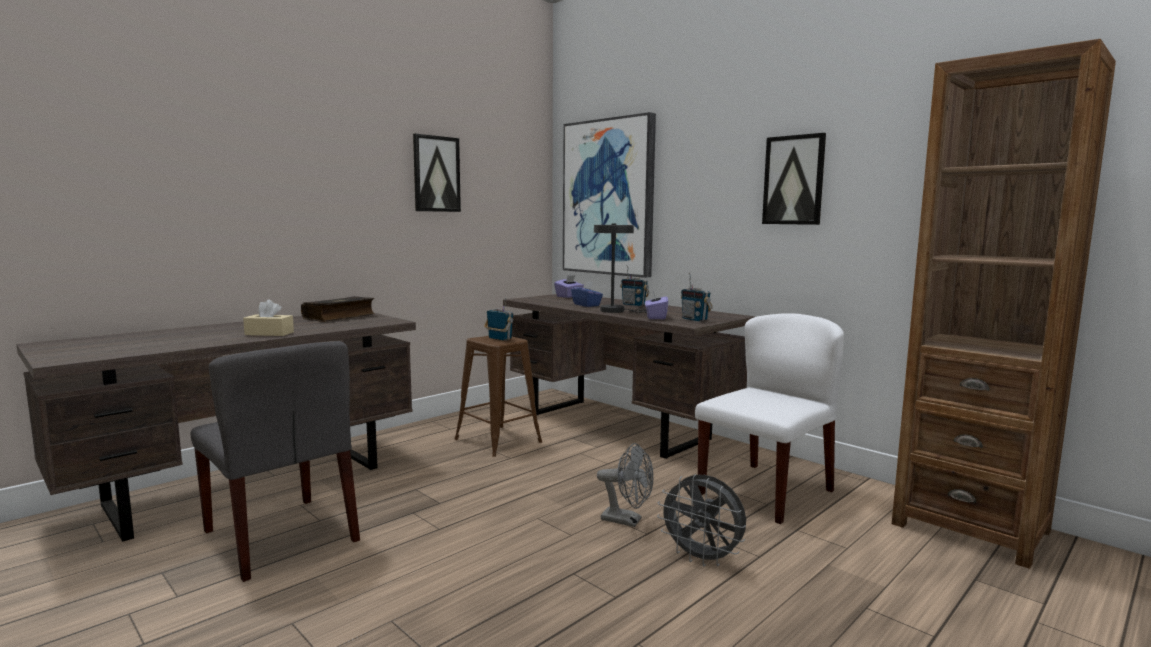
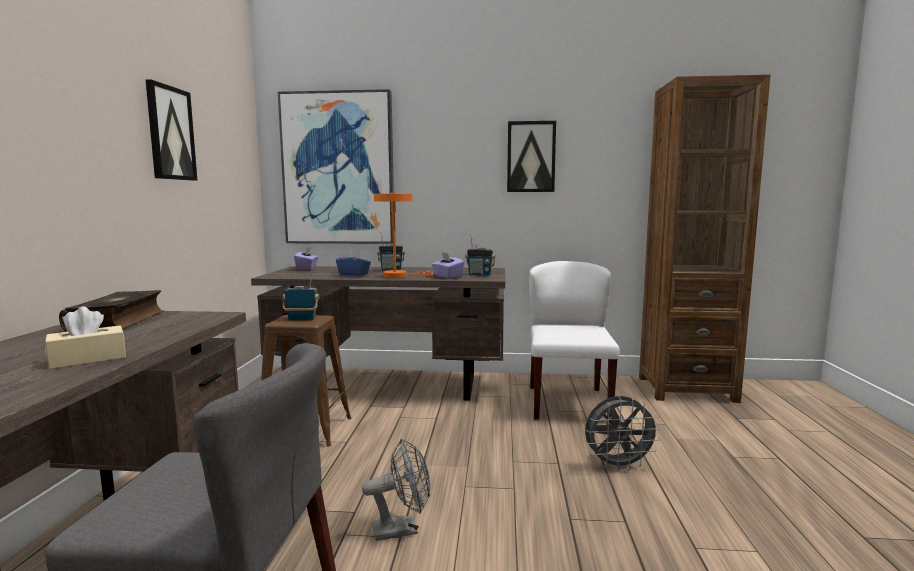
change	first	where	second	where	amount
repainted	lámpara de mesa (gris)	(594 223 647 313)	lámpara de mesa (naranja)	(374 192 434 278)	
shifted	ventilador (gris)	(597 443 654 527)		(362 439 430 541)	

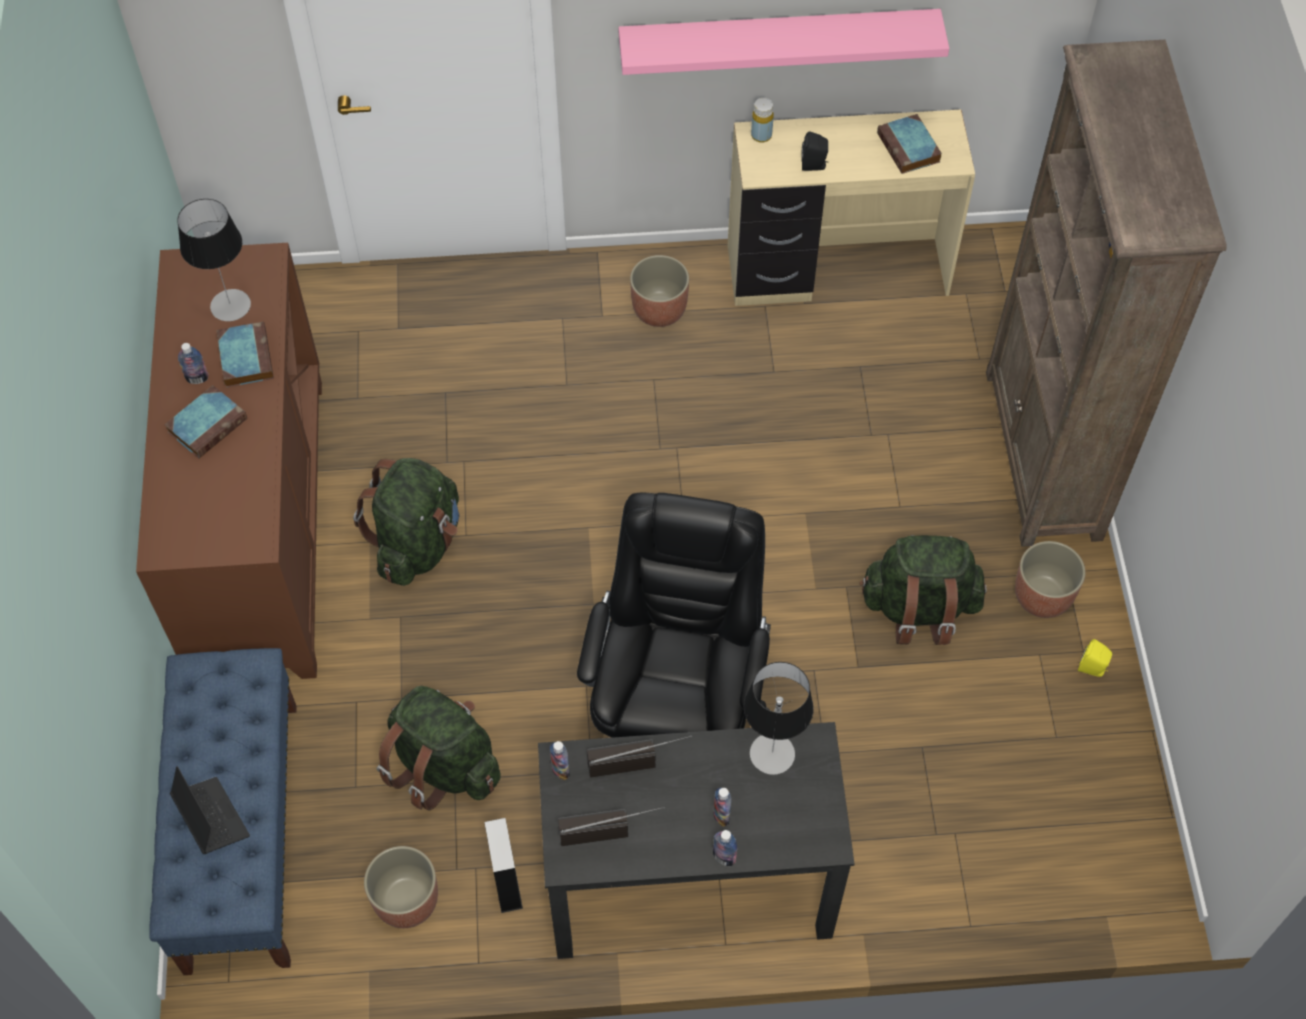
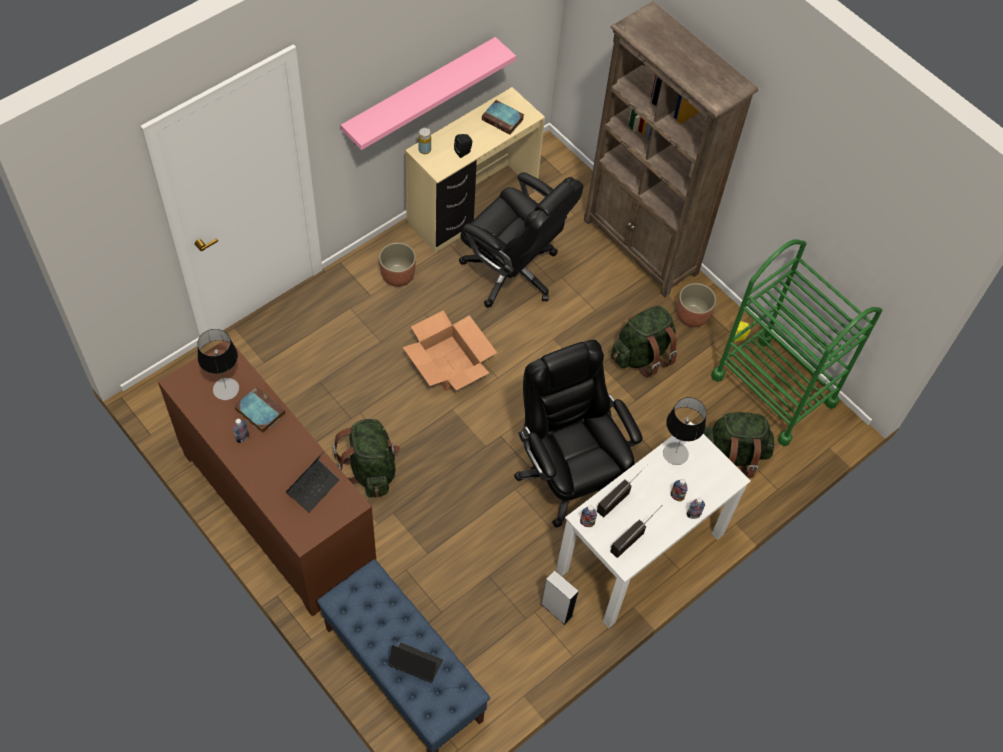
change	first	where	second	where	amount
gone	libro	(164 385 247 459)			
gone	maceta	(364 846 438 928)			
shifted	mochila (verde)	(377 686 501 811)		(703 412 775 478)	
repainted	escritorio (negro)	(538 722 855 959)	escritorio (blanco)	(556 422 751 628)	
new			portátil	(286 452 340 513)	
new			caja de cartón	(403 310 497 391)	
new			silla de oficina (negro)	(459 172 584 308)	
new			carrito (verde)	(711 239 882 446)	

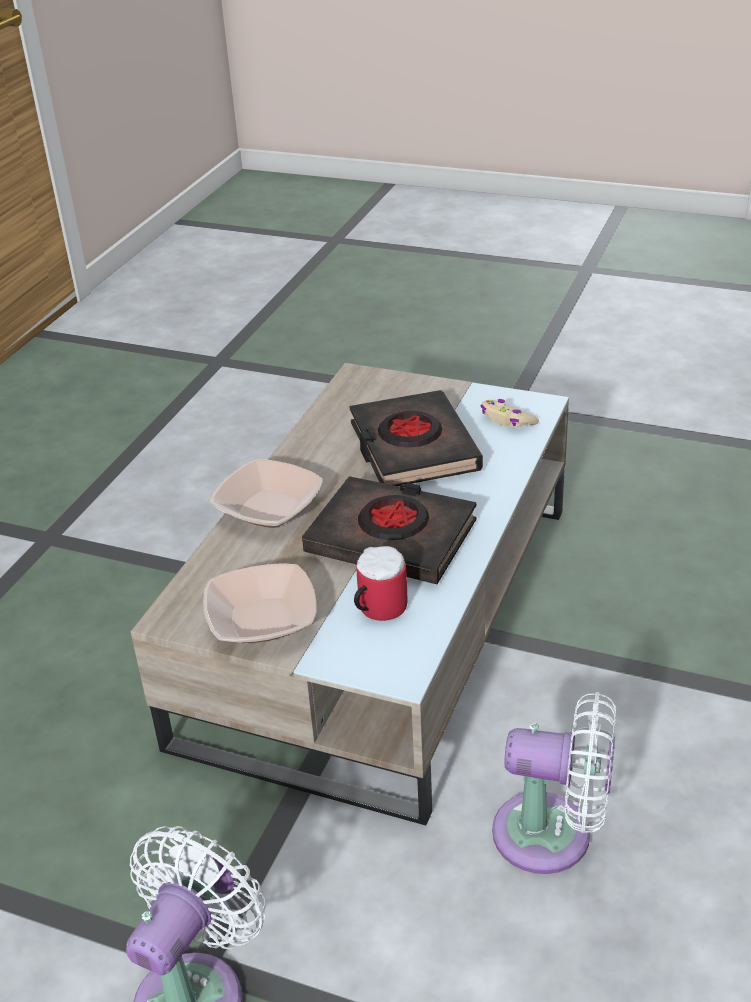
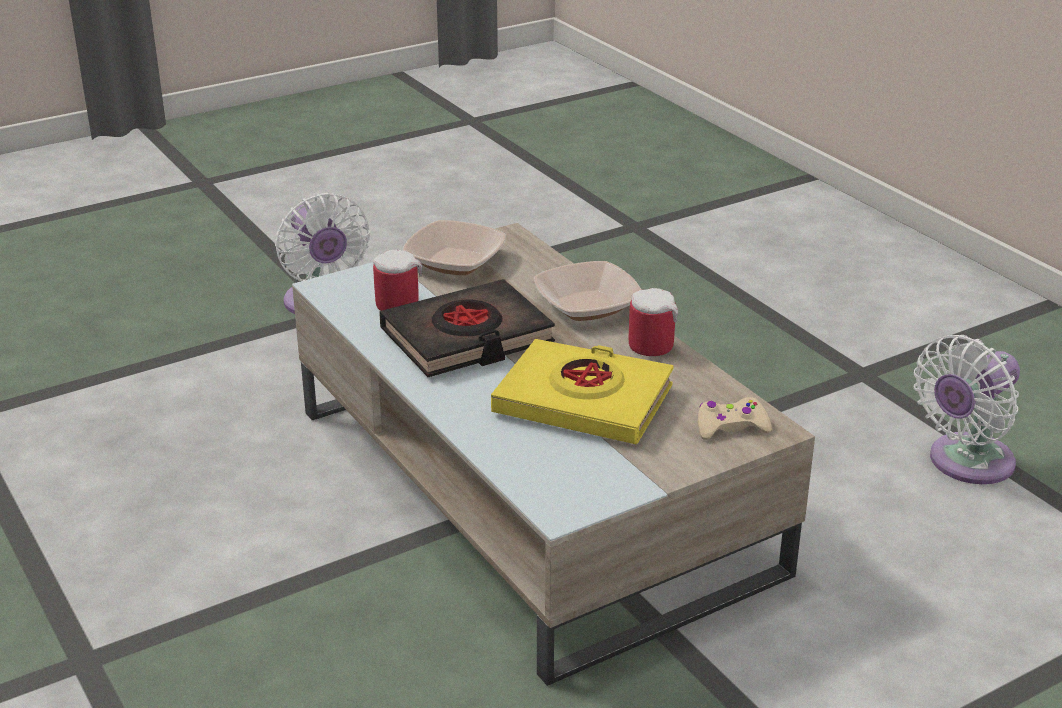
change	first	where	second	where	amount
repainted	libro (negro)	(350 390 483 486)	libro (amarillo)	(491 339 674 445)	
shifted	mando de consola (beis)	(481 399 539 427)		(698 397 772 440)	
shifted	ventilador (blanco)	(492 692 616 874)		(914 335 1020 484)	
new			taza grande	(629 288 678 356)	

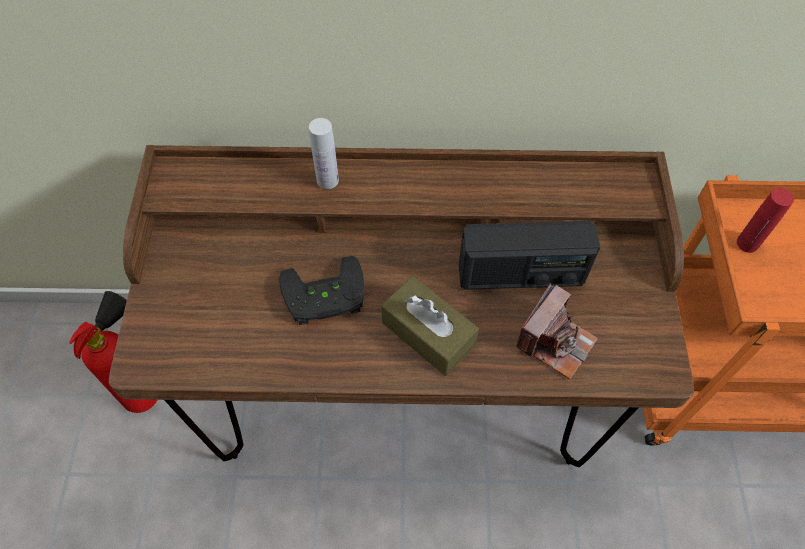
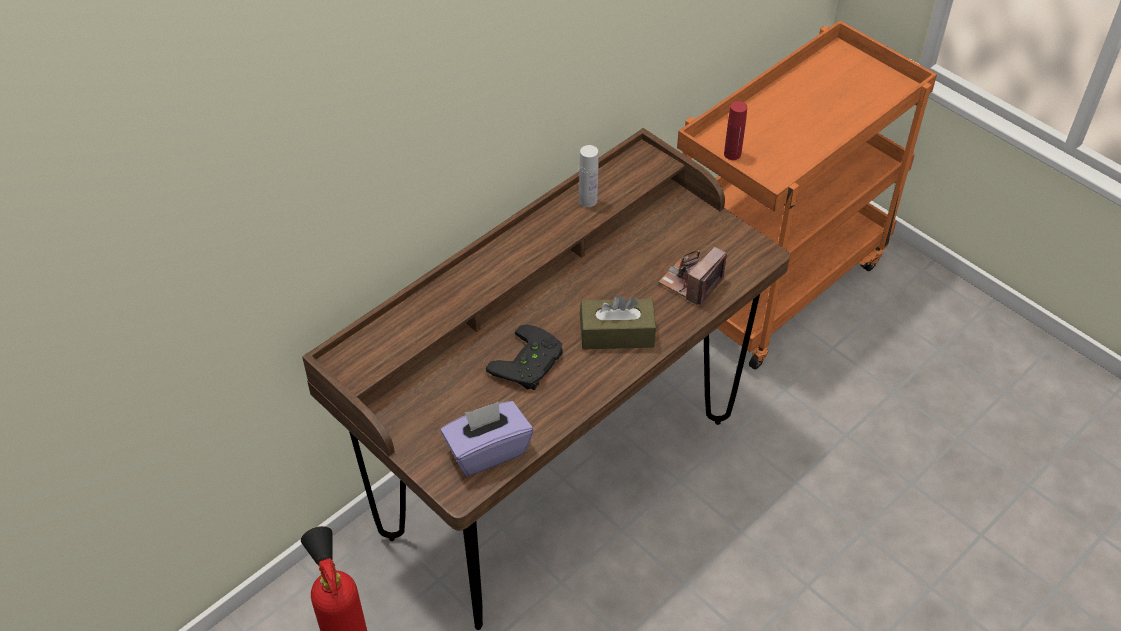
change	first	where	second	where	amount
shifted	botella (blanco)	(309 118 339 189)		(579 145 598 207)	
gone	radio	(459 221 600 290)			
rotated	cámara	(516 283 598 379)		(658 247 727 306)	135 degrees counterclockwise
new			caja de pañuelos (morado)	(440 401 533 476)	

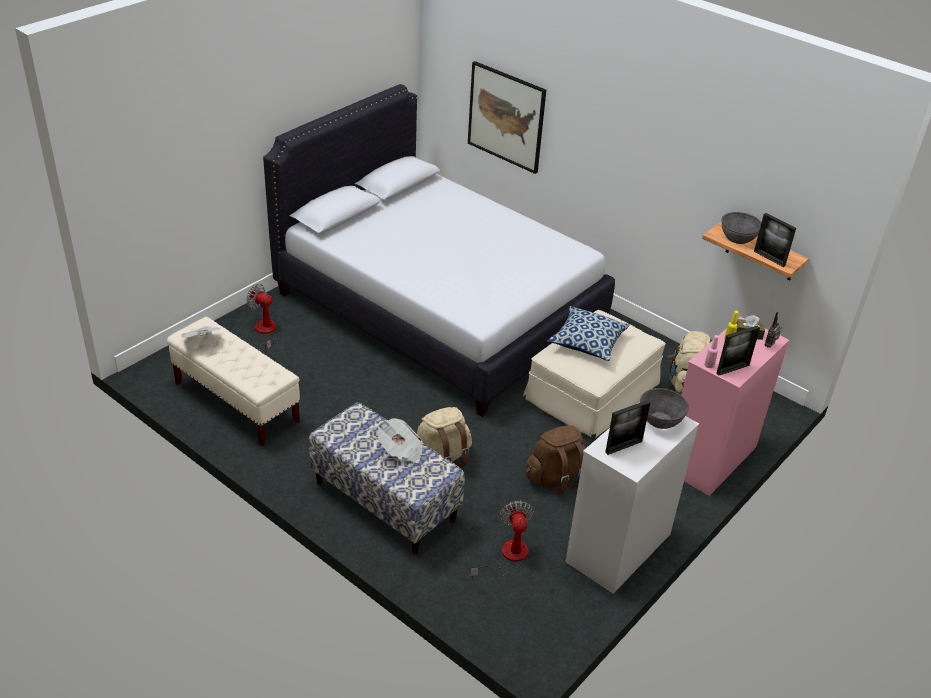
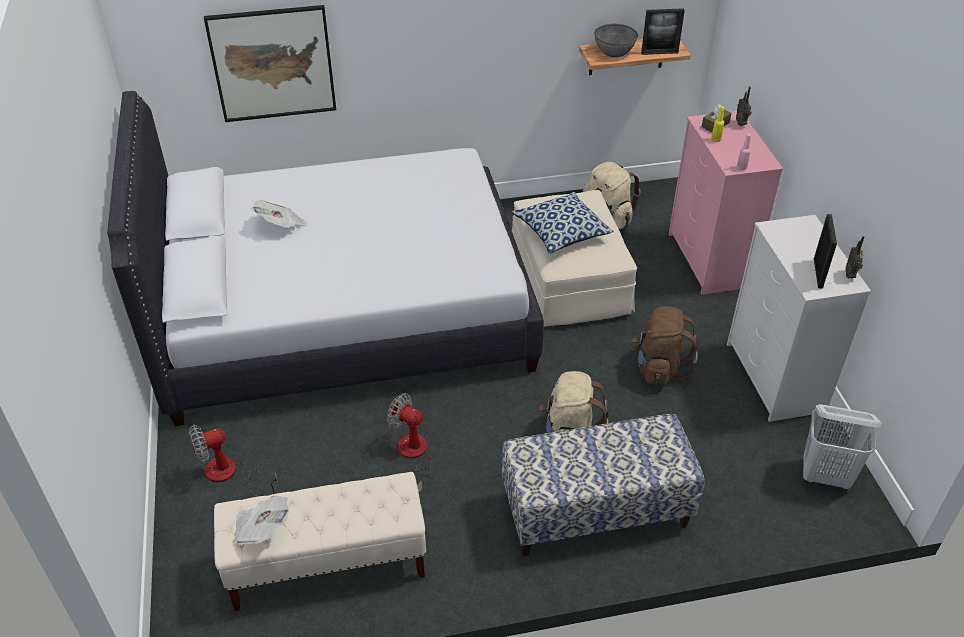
change	first	where	second	where	amount
shifted	periódico	(378 418 423 463)		(251 200 307 228)	
shifted	ventilador	(470 501 534 579)		(387 393 431 492)	
gone	cuenco (gris)	(640 388 689 429)			
gone	portarretratos	(716 325 760 375)			
new			cesto de la ropa (blanco)	(803 404 882 489)	
new			radio	(846 236 864 279)	

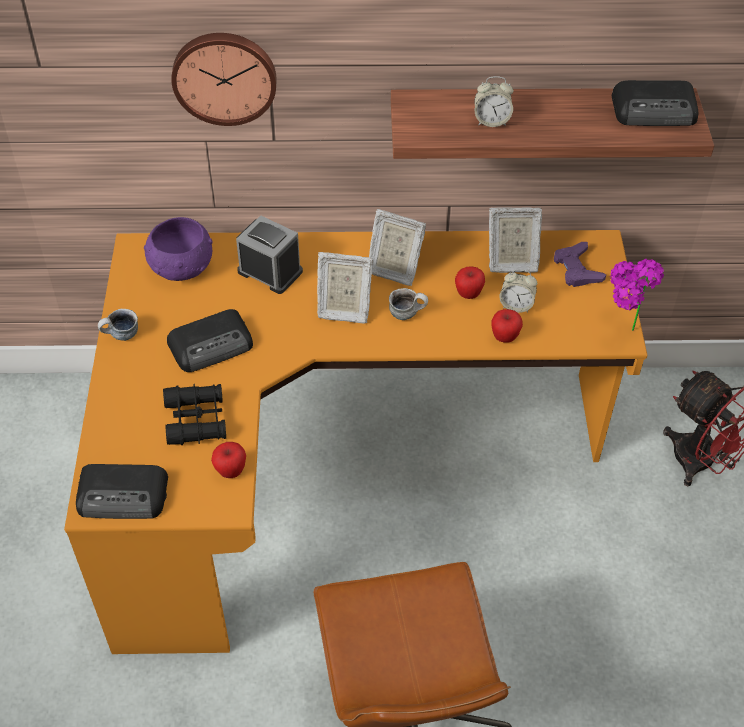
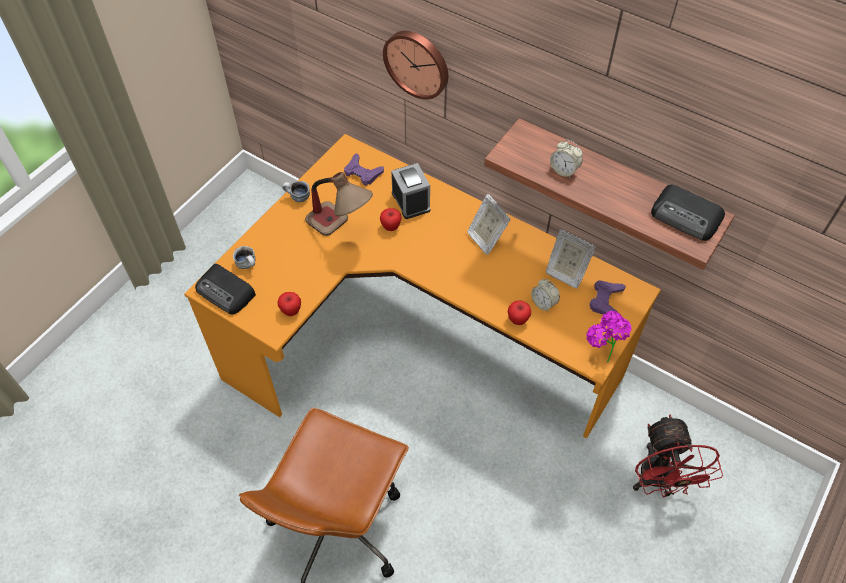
change	first	where	second	where	amount
swapped	cuenco (morado)	(144 217 213 281)	mando de consola (morado)	(344 153 384 186)	
gone	prismáticos (negro)	(163 384 226 445)			
swapped	radio	(167 309 253 372)	lámpara de mesa	(305 172 373 236)	
gone	portarretratos	(317 252 373 323)			
shifted	taza grande	(389 288 428 320)		(233 246 255 269)	
shifted	manzana	(455 266 485 299)		(380 208 402 231)	

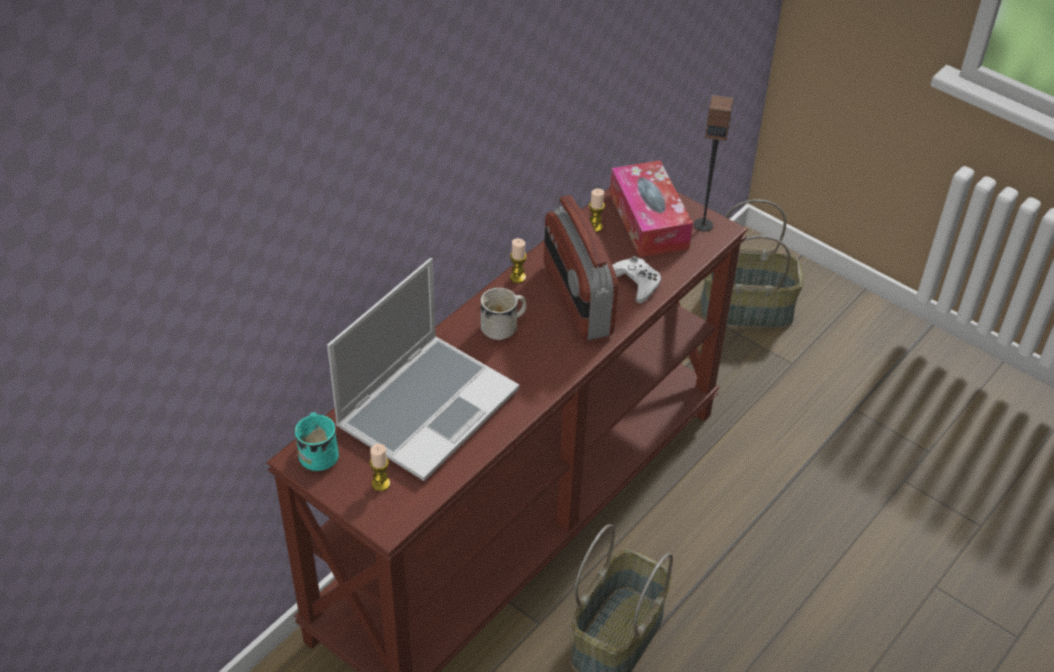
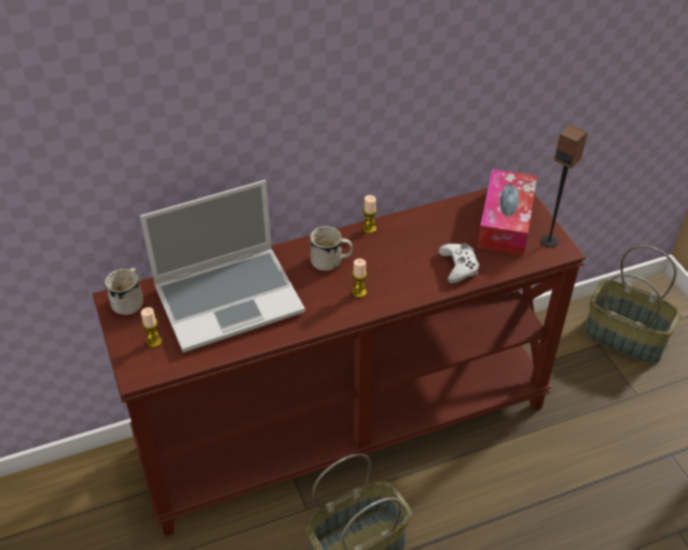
change	first	where	second	where	amount
repainted	taza grande (turquesa)	(295 412 339 471)	taza grande (blanco)	(105 268 144 315)	
gone	radio	(544 195 618 341)			
shifted	vela	(589 189 605 232)		(352 259 367 298)	

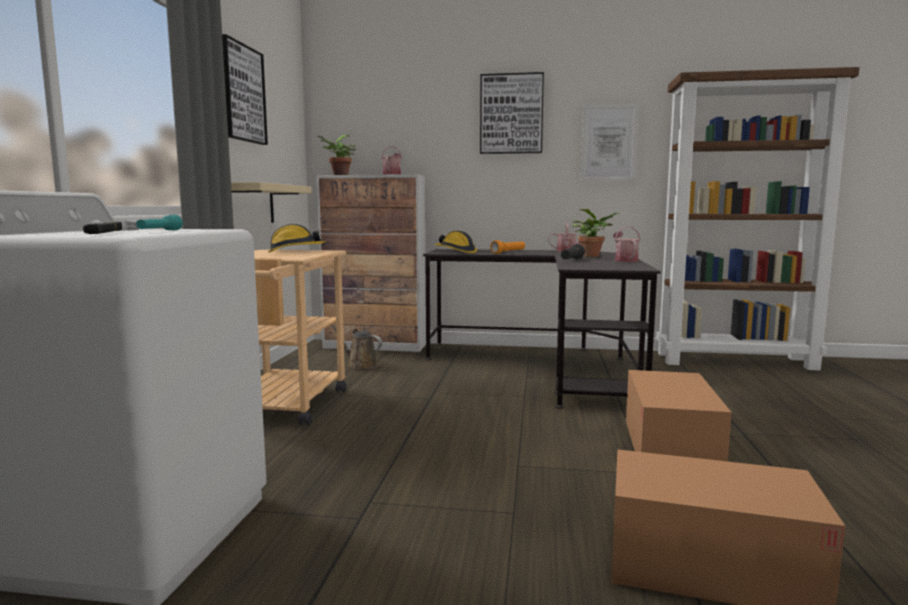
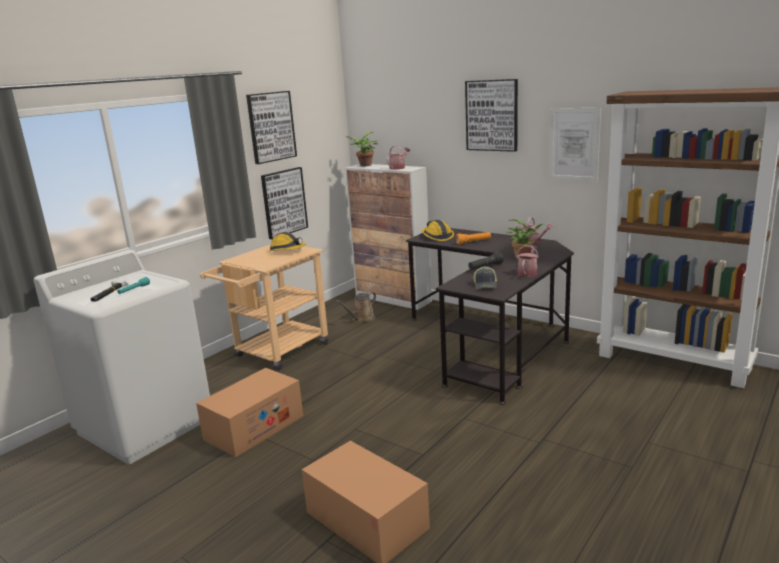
change	first	where	second	where	amount
swapped	estante (beis)	(231 182 311 223)	cuadro	(261 167 308 239)	
rotated	regadera (marrón)	(331 324 382 369)		(336 292 376 323)	105 degrees counterclockwise
shifted	caja de cartón	(626 370 732 461)		(196 368 303 457)	
new			gorra	(474 266 497 289)	

